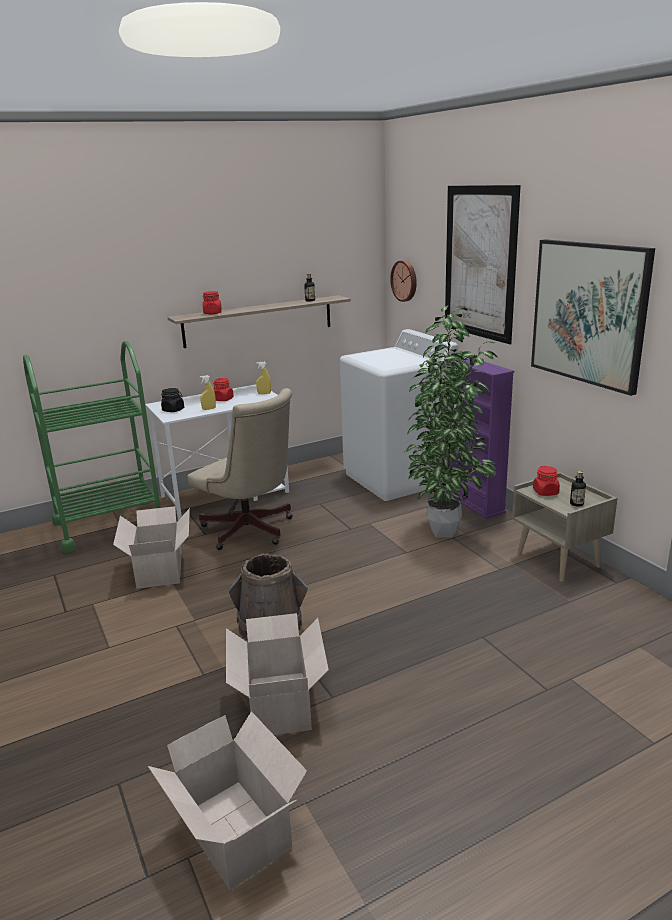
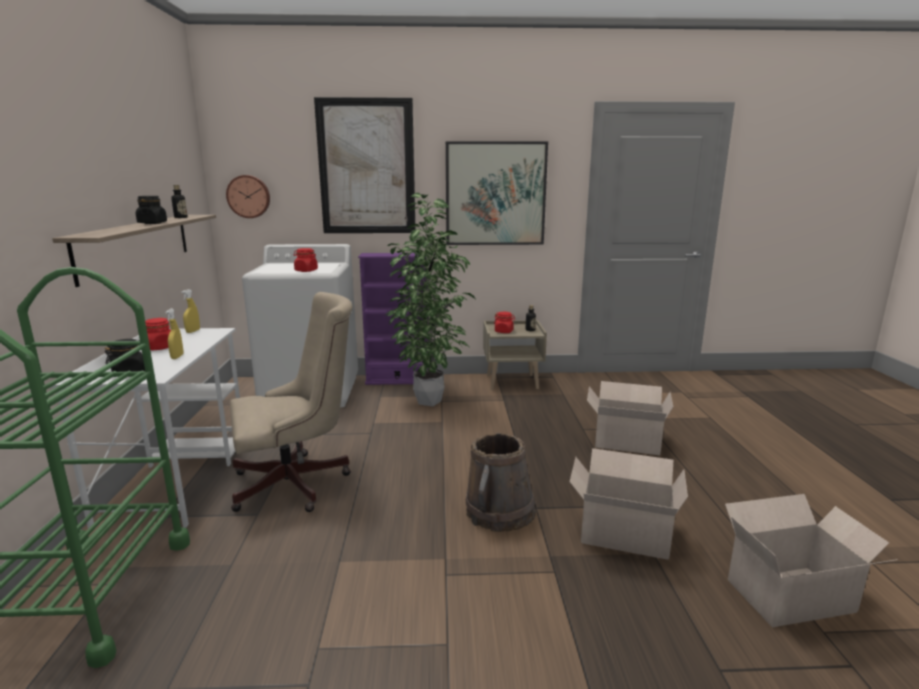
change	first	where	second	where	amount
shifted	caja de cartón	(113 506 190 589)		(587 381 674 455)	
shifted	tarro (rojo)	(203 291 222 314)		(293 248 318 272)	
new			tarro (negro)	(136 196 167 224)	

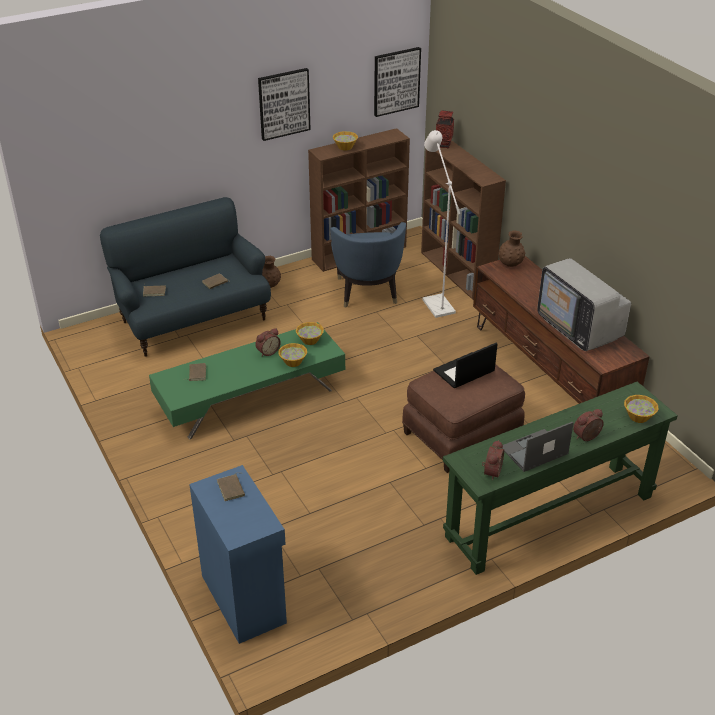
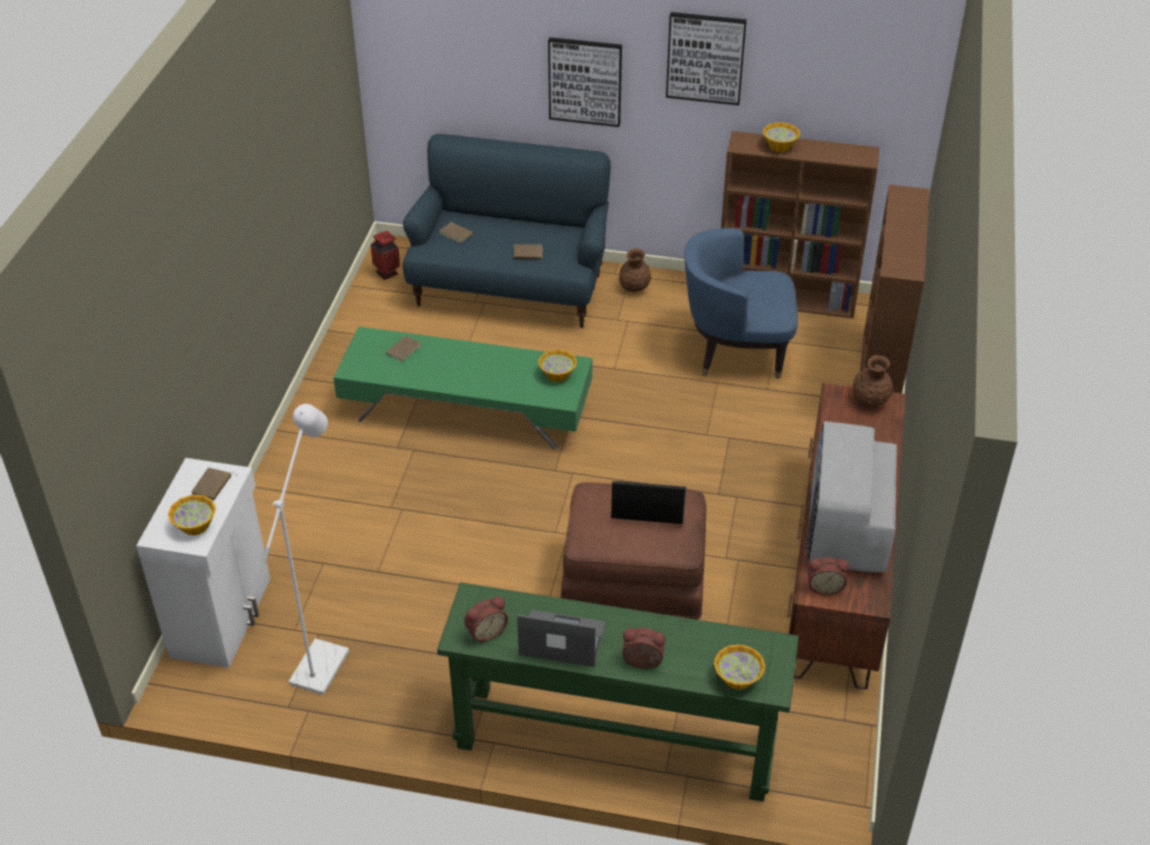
change	first	where	second	where	amount
repainted	armario (azul)	(189 465 287 644)	armario (blanco)	(136 458 270 668)	
shifted	despertador	(255 328 281 357)		(807 557 849 595)	
shifted	cuenco	(278 343 307 367)		(168 495 216 535)	
rotated	sillón (azul)	(330 222 406 308)		(684 228 798 379)	60 degrees clockwise
shifted	cuadro	(374 47 421 117)		(548 37 622 127)	
shifted	lámpara de pie (blanco)	(422 130 461 318)		(261 404 349 695)	
shifted	florero	(436 110 454 148)		(371 231 400 280)	

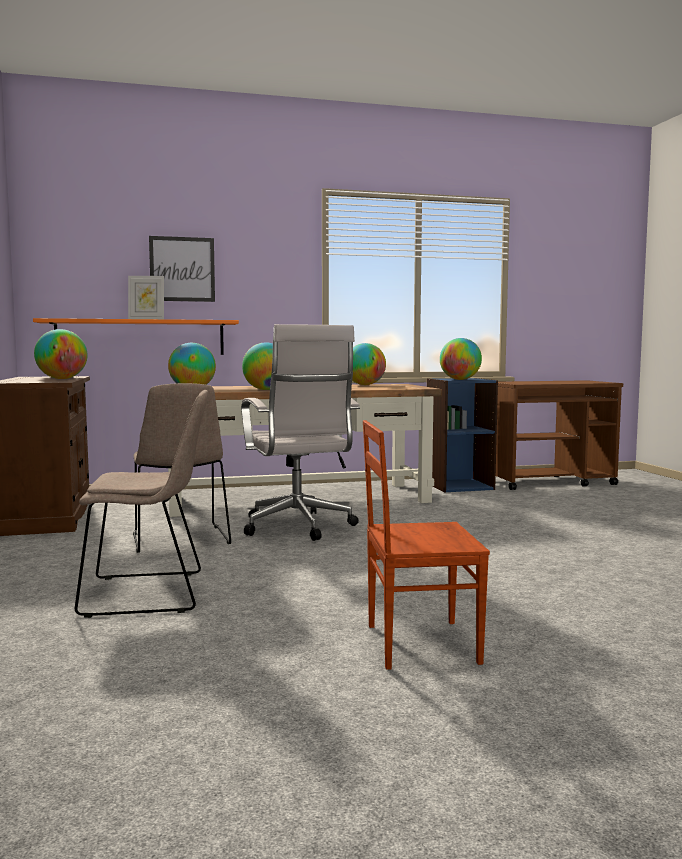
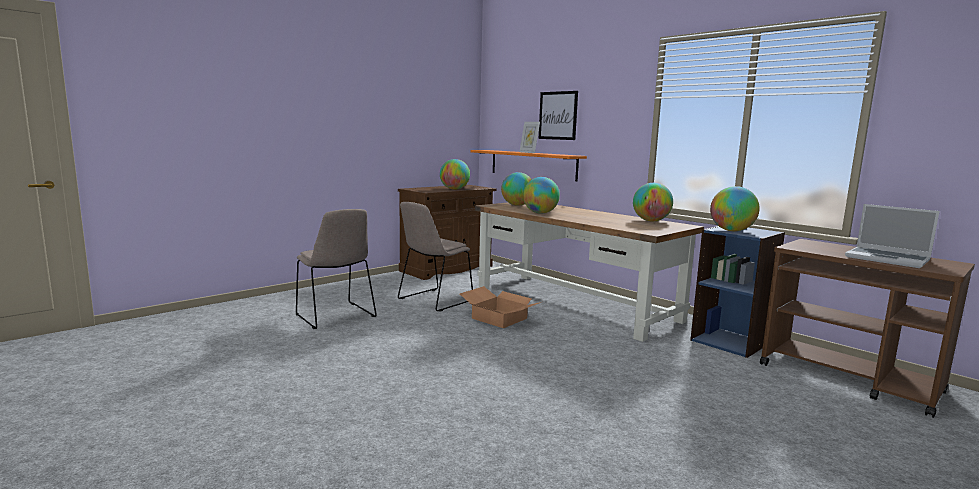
change	first	where	second	where	amount
swapped	silla de oficina (blanco)	(241 324 360 541)	caja de cartón	(460 286 541 328)	
gone	silla (marrón)	(363 420 490 670)			
new			portátil	(845 204 940 268)	

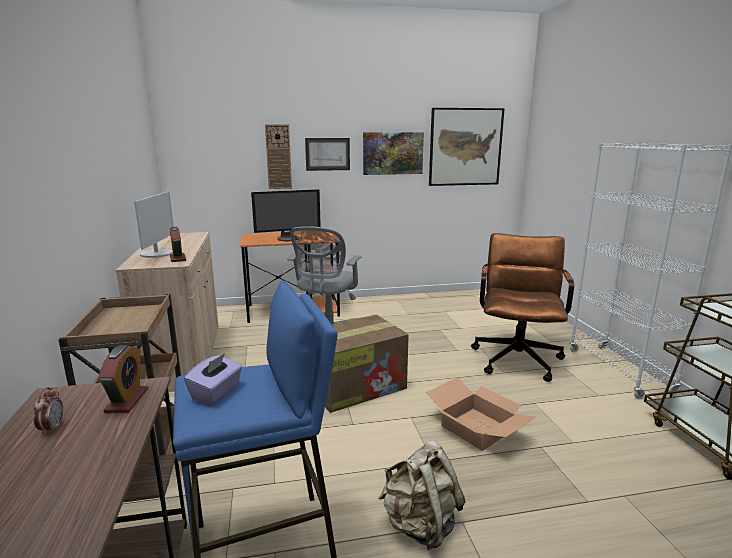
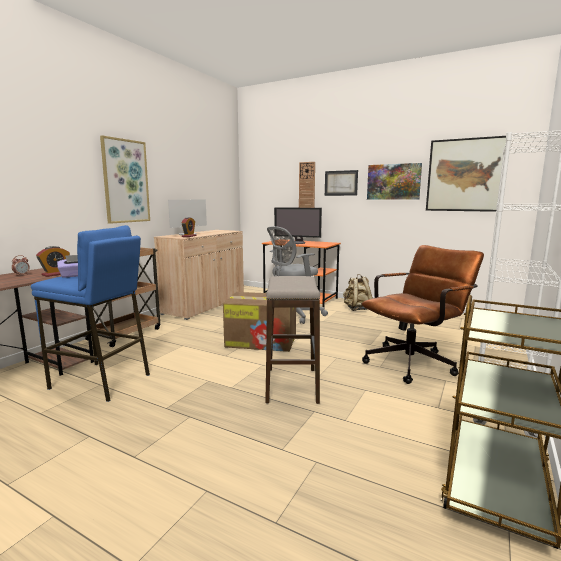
change	first	where	second	where	amount
shifted	mochila (beis)	(378 440 465 550)		(343 274 373 311)	
swapped	caja de cartón	(426 377 537 451)	taburete	(265 276 320 404)	
new			cuadro	(100 135 150 224)	

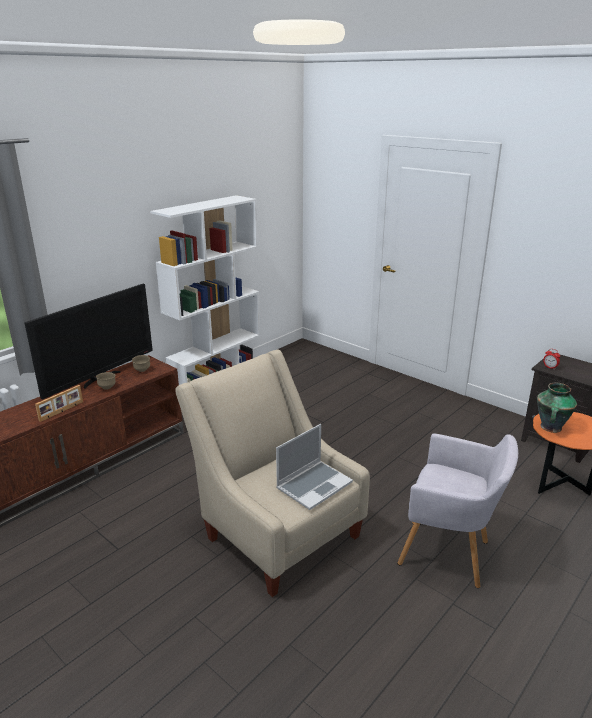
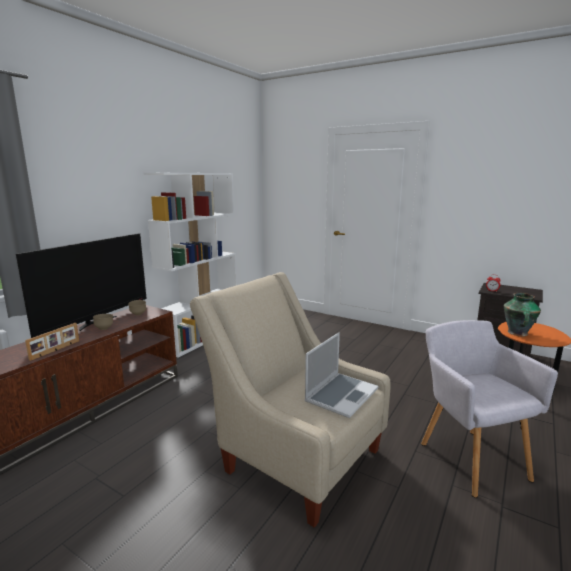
change	first	where	second	where	amount
rotated	sillón (gris)	(397 433 518 588)		(421 320 558 498)	120 degrees counterclockwise

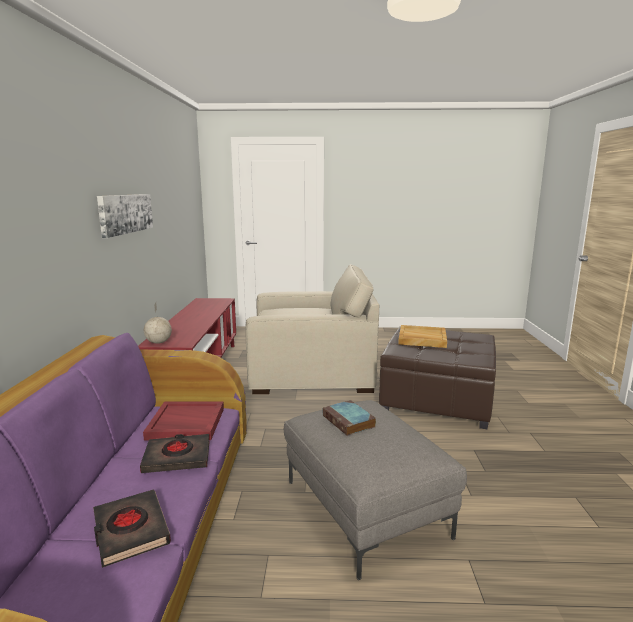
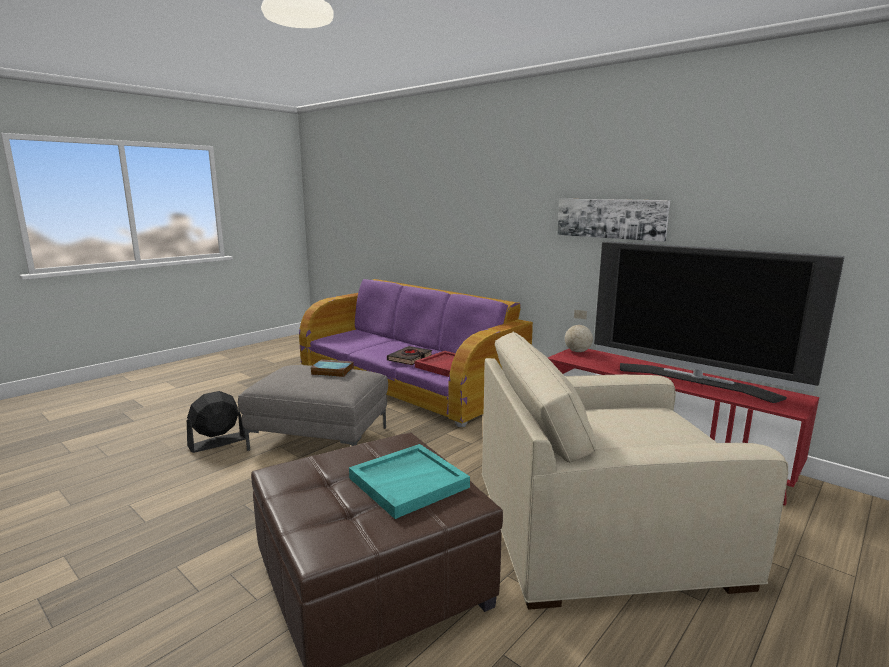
change	first	where	second	where	amount
gone	libro (negro)	(93 490 171 568)			
rotated	sillón (beis)	(245 264 379 394)		(481 332 788 610)	45 degrees clockwise
repainted	bandeja (beis)	(398 325 447 348)	bandeja (turquesa)	(349 444 470 519)	
new			ventilador (negro)	(187 391 246 453)	
new			televisor	(594 241 845 403)	

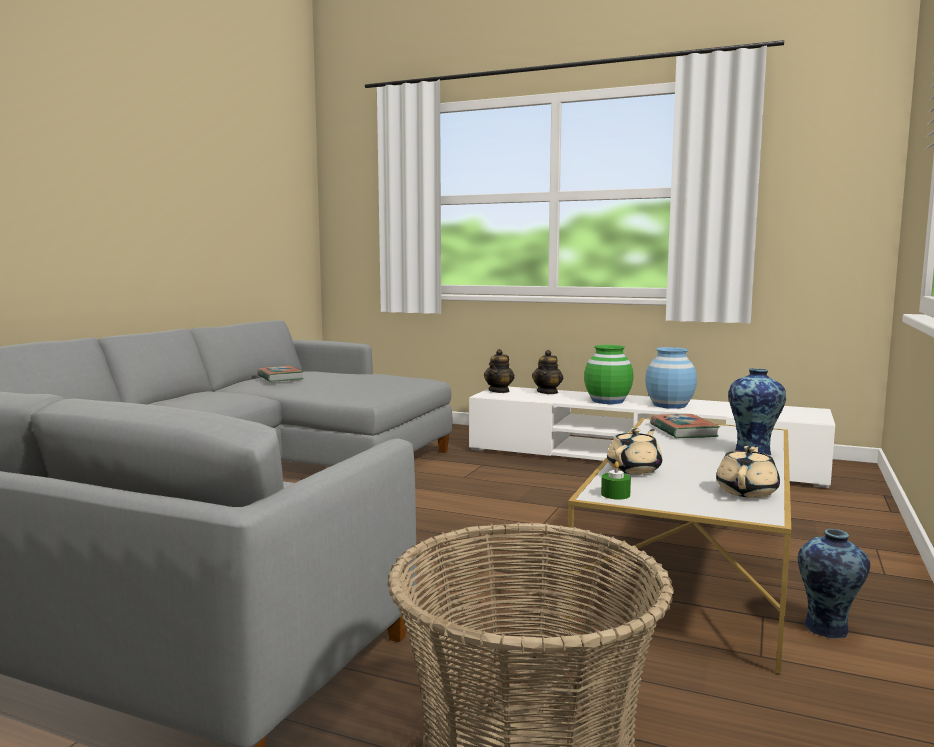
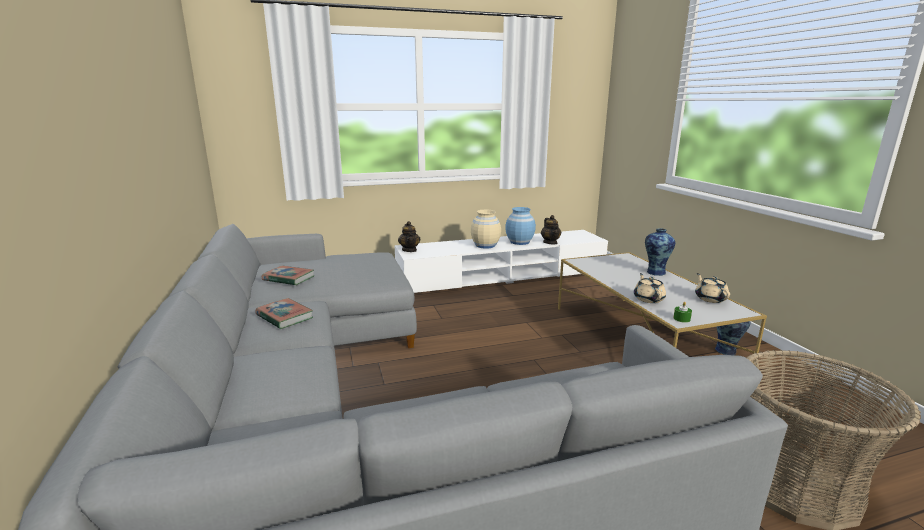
change	first	where	second	where	amount
shifted	tetera	(532 350 563 394)		(541 215 561 244)	
repainted	florero (verde)	(584 345 633 404)	florero (beis)	(471 210 501 249)	
shifted	libro	(650 414 720 438)		(255 298 313 329)	

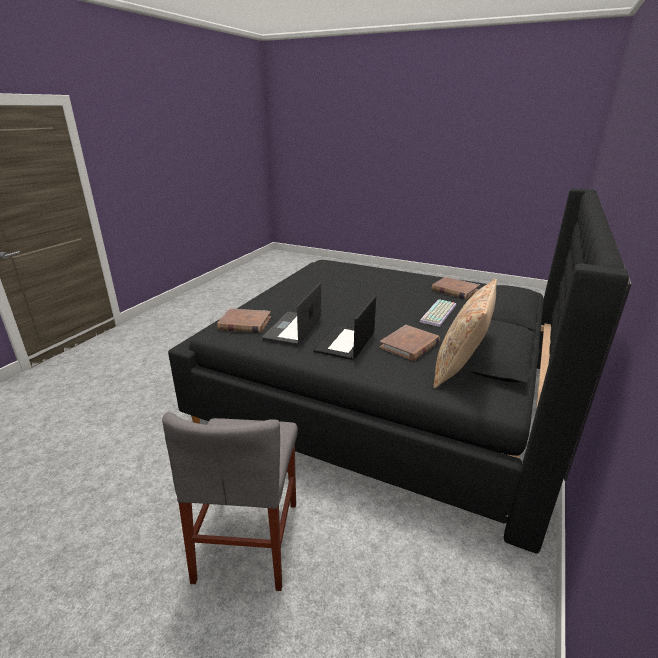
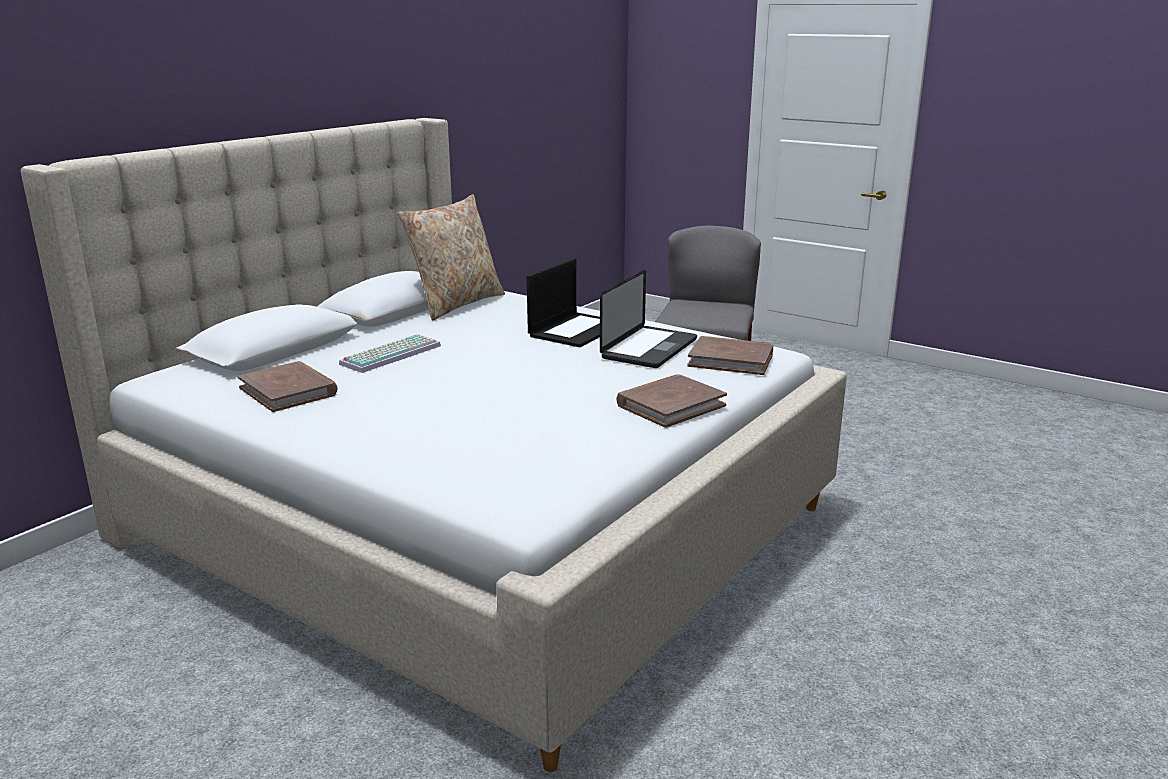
change	first	where	second	where	amount
repainted	cama (negro)	(168 188 632 554)	cama (beis)	(21 118 847 772)	
shifted	libro (marrón)	(380 325 440 361)		(616 375 727 428)	

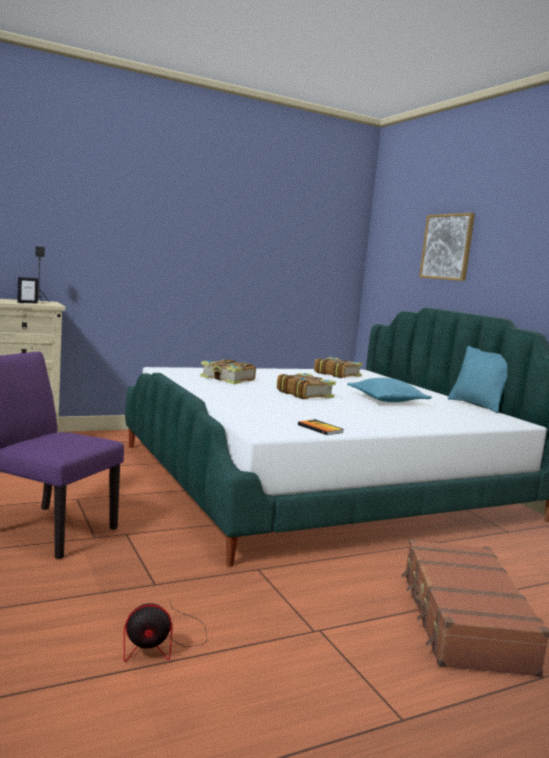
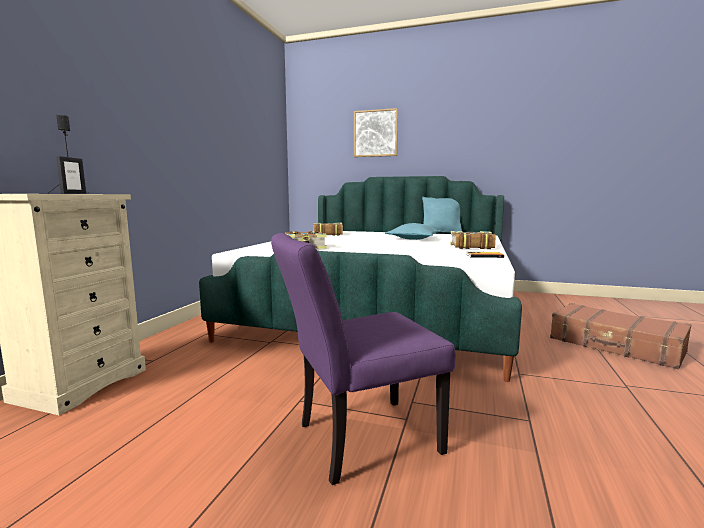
change	first	where	second	where	amount
gone	ventilador	(124 603 208 662)			
shifted	libro	(277 373 336 399)		(450 231 496 249)	

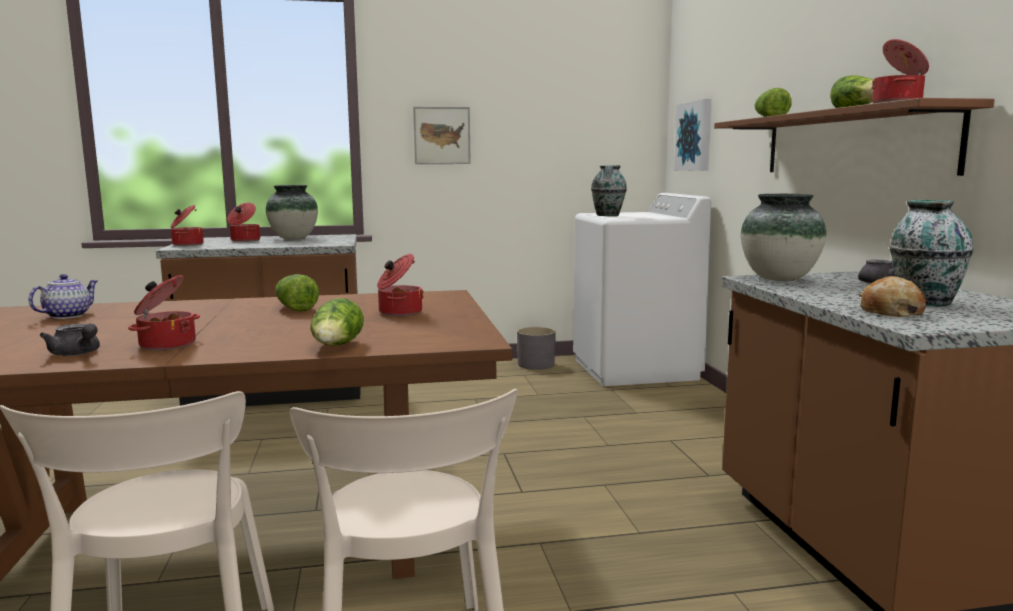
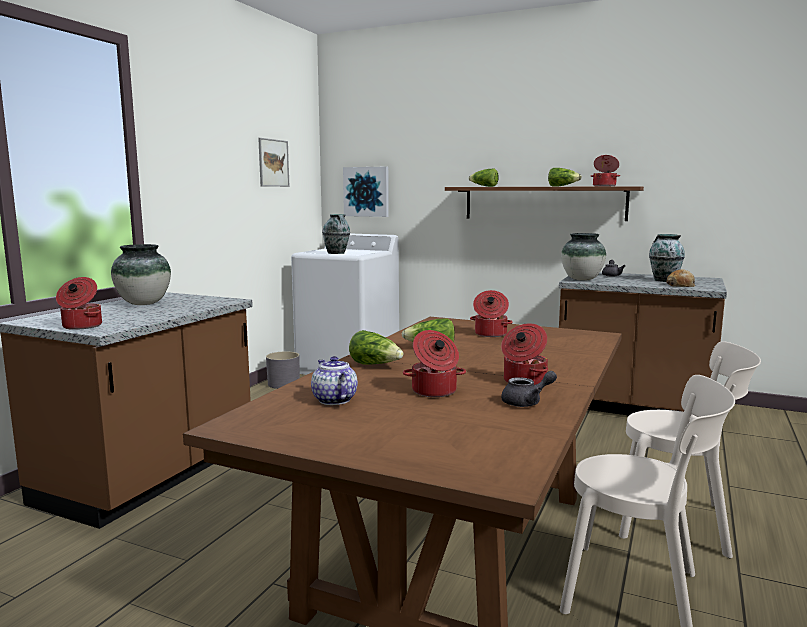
change	first	where	second	where	amount
shifted	olla	(227 202 260 242)		(403 330 466 397)	
shifted	lechuga	(310 298 364 346)		(349 330 403 365)	
shifted	cuadro	(413 107 471 164)		(258 138 290 187)	

